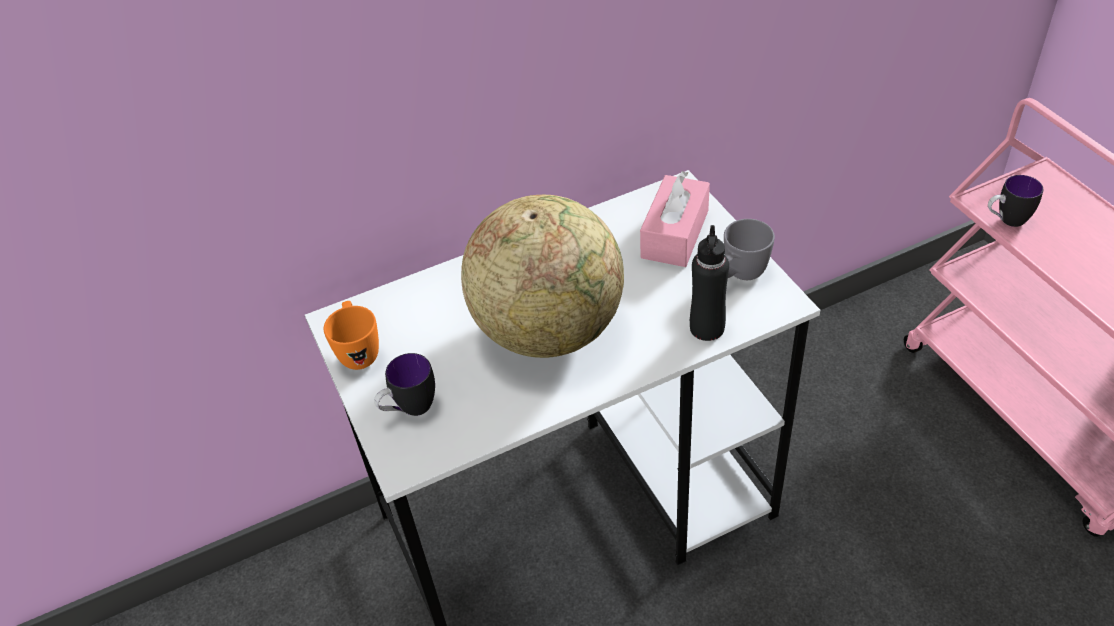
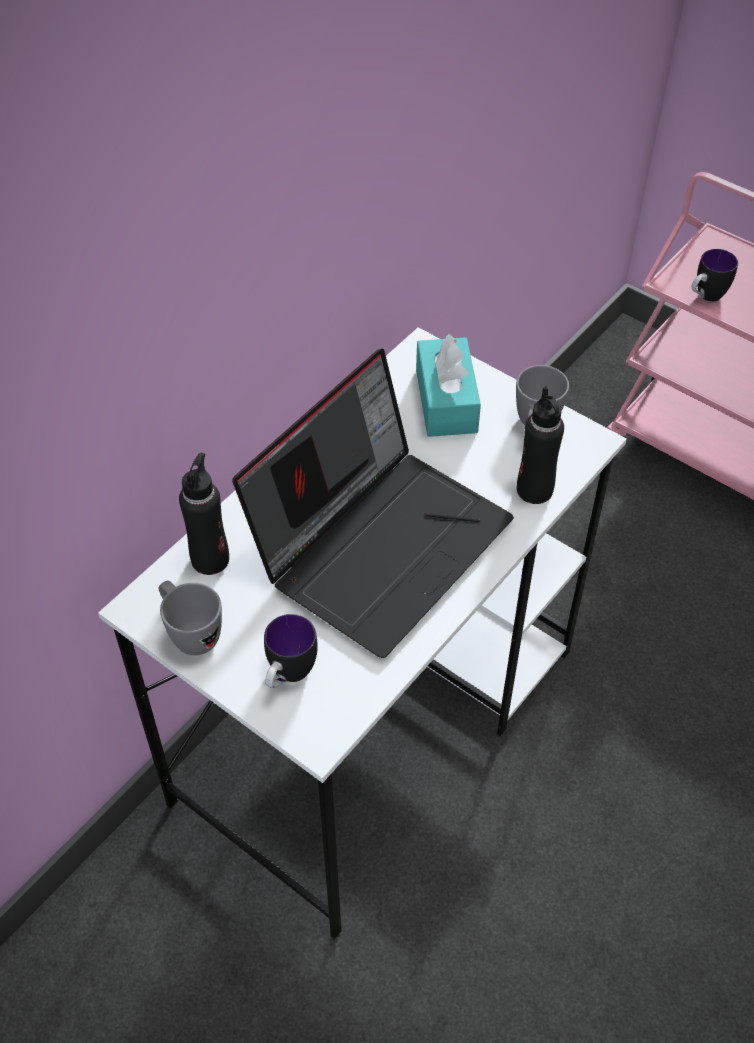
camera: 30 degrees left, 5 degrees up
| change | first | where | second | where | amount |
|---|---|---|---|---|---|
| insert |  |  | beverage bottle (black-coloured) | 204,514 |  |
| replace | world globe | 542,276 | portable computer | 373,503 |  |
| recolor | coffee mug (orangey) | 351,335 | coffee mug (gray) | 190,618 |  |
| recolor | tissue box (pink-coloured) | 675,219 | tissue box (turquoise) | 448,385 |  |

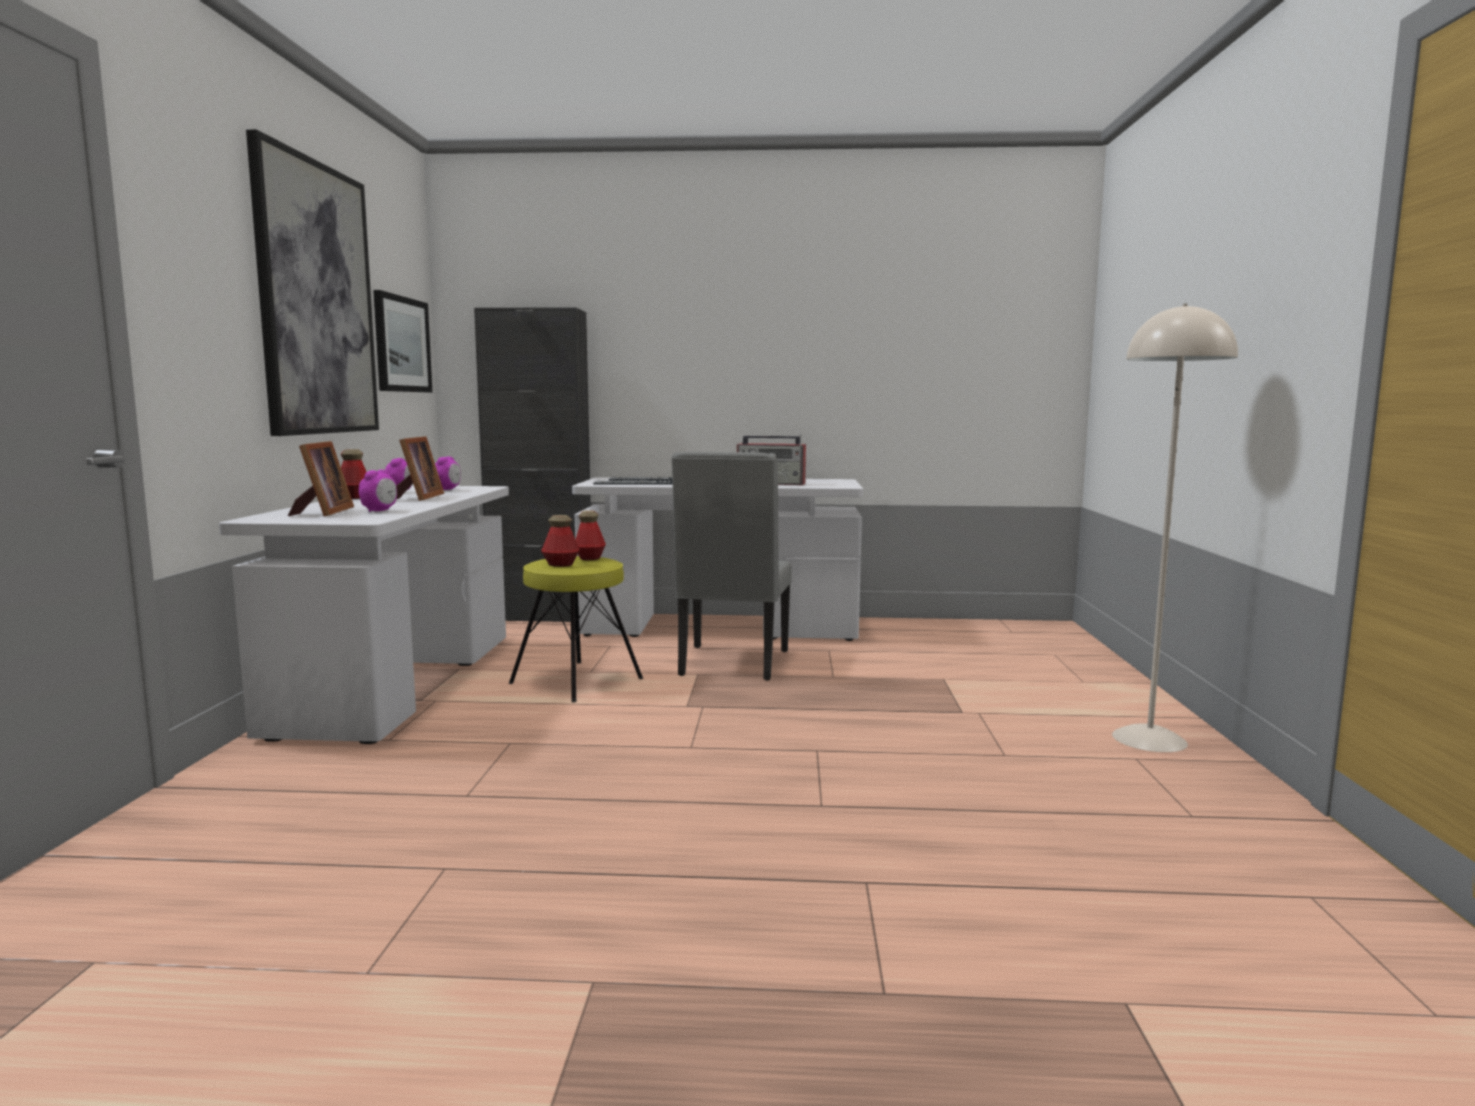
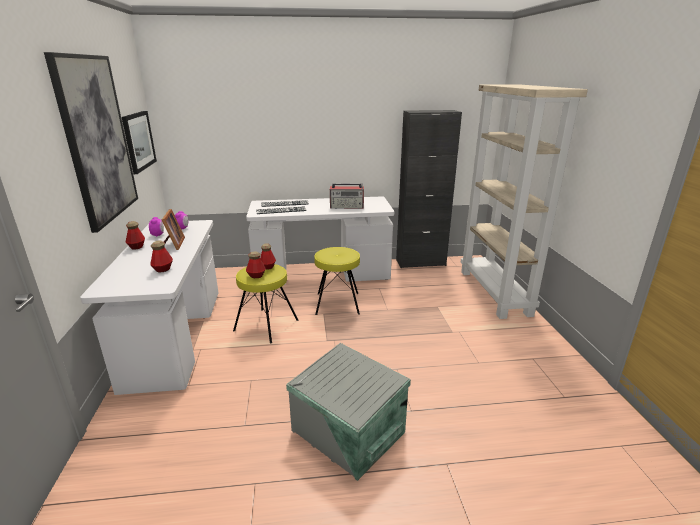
camera: 10 degrees left, 15 degrees up
| change | first | where | second | where | amount |
|---|---|---|---|---|---|
| delete | photo frame | 321,479 |  |  |  |
| delete | standard lamp (beige) | 1175,527 |  |  |  |
| insert |  |  | storage container (gray) | 348,412 |  |
| insert |  |  | shelving unit (beige) | 524,201 |  |
| move | cabinet (black-coloured) | 532,464 |  | 429,189 |  |
| replace | alarm clock | 378,491 | beverage bottle | 161,256 |  |
| replace | chair (gray) | 731,566 | stool (yellow-coloured) | 337,281 |  |

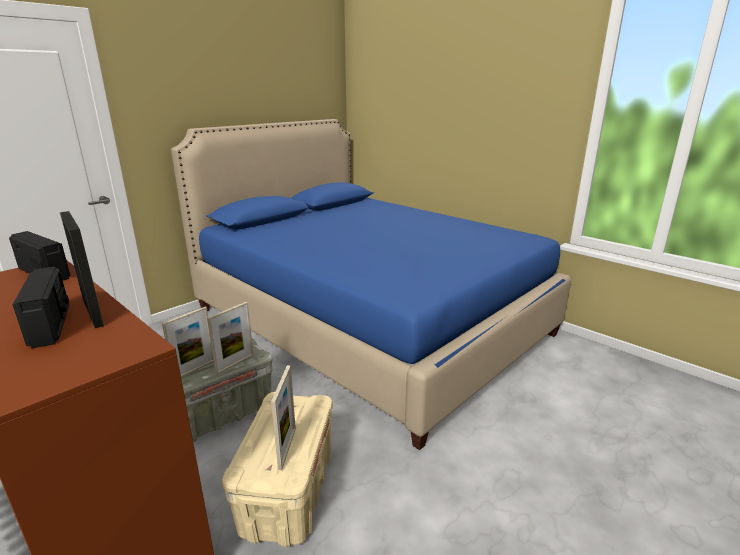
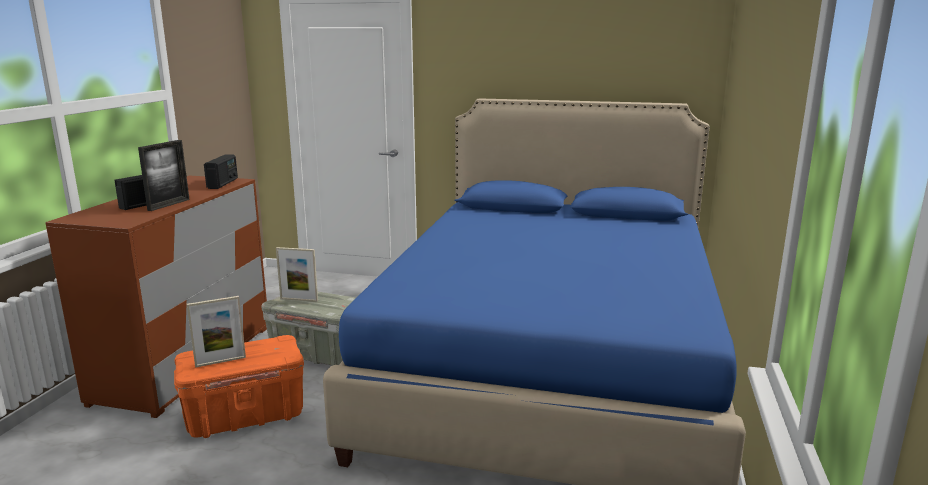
camera: 60 degrees right, 5 degrees down
| change | first | where | second | where | amount |
|---|---|---|---|---|---|
| delete | photo frame | 230,338 |  |  |  |
| recolor | storage container (beige) | 277,469 | storage container (orangey) | 239,386 |  |

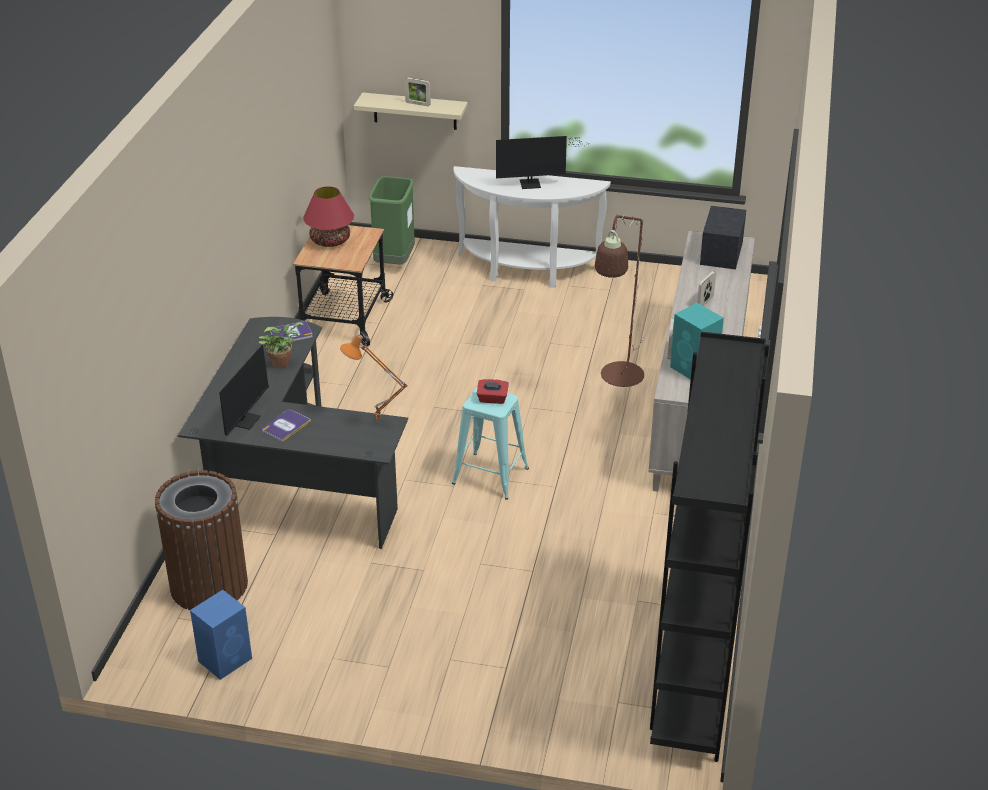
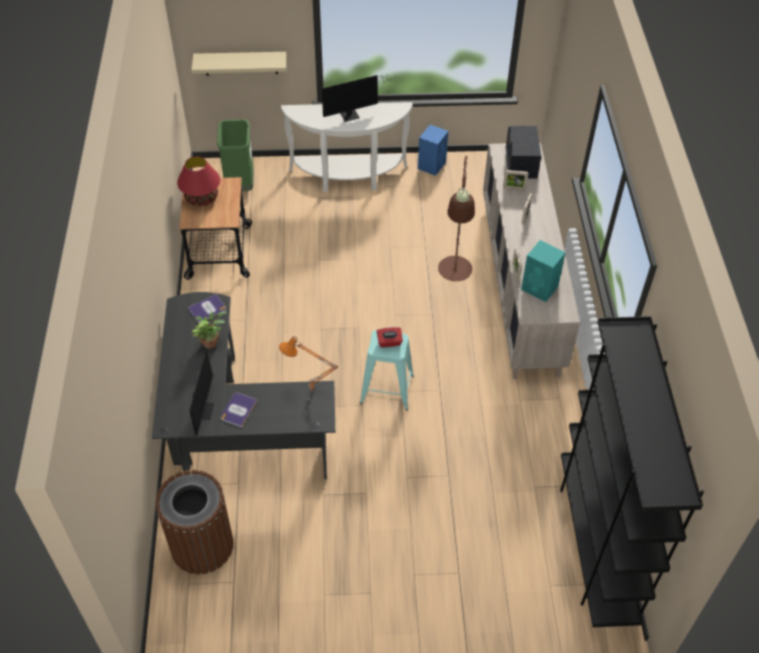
camera: 15 degrees left, 15 degrees up
| change | first | where | second | where | amount |
|---|---|---|---|---|---|
| move | speaker (blue) | 221,635 |  | 433,150 |  |
| move | photo frame | 418,91 |  | 515,180 |  |

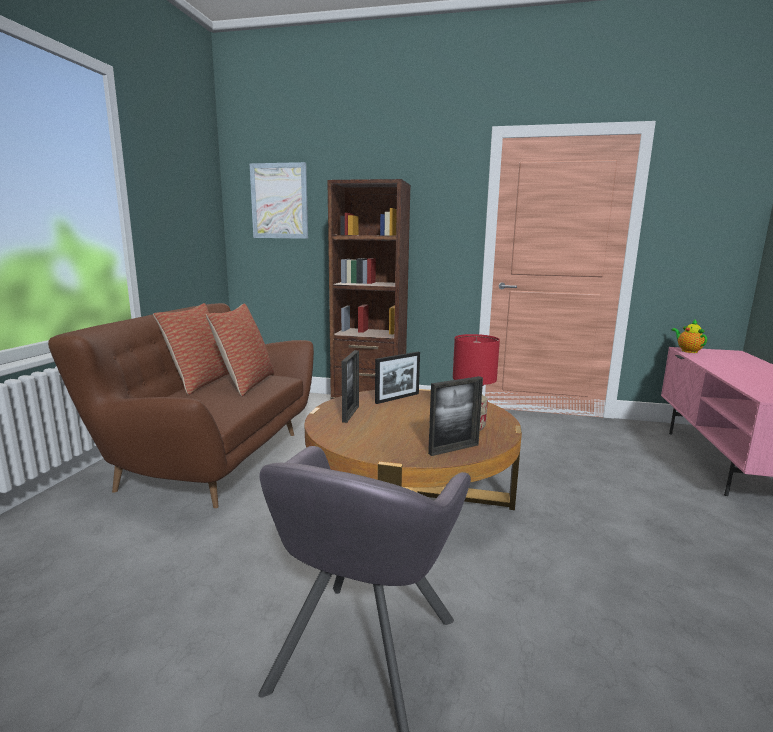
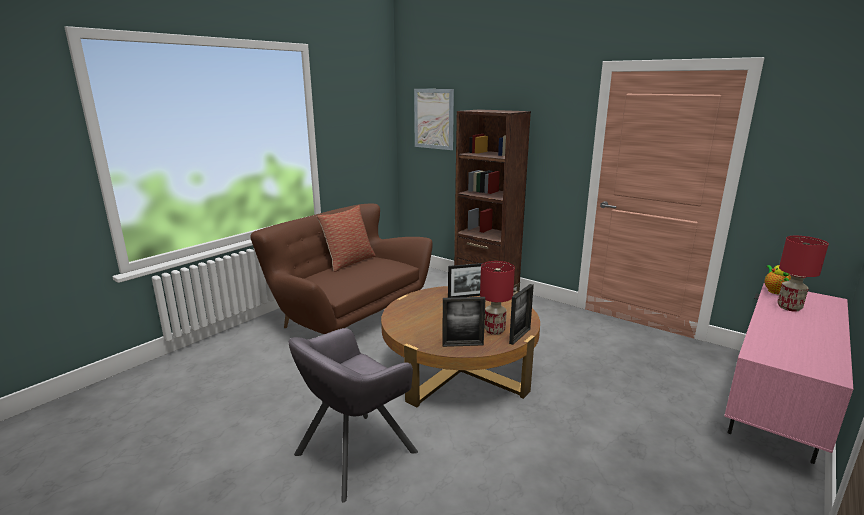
camera: 25 degrees right, 5 degrees up
| change | first | where | second | where | amount |
|---|---|---|---|---|---|
| delete | throw pillow | 240,349 |  |  |  |
| insert |  |  | tabletop lamp (reddish) | 803,274 |  |
| move | photo frame | 350,386 |  | 521,314 |  |

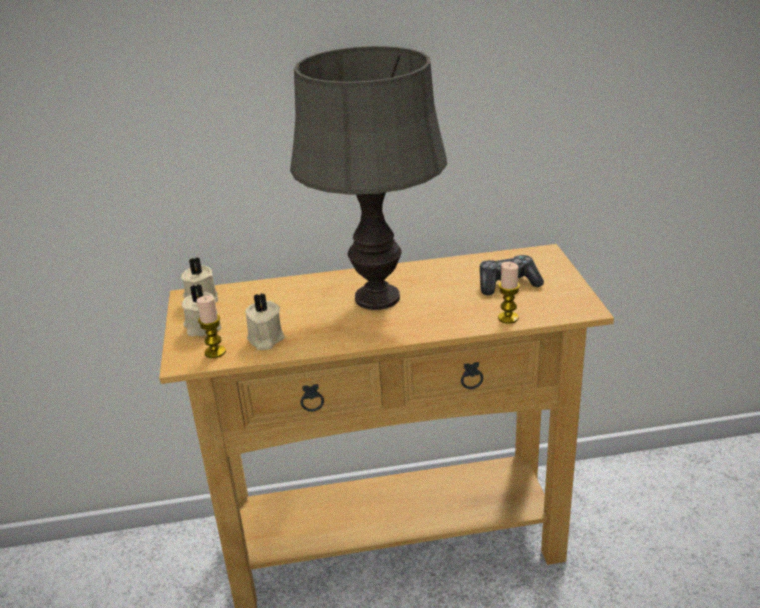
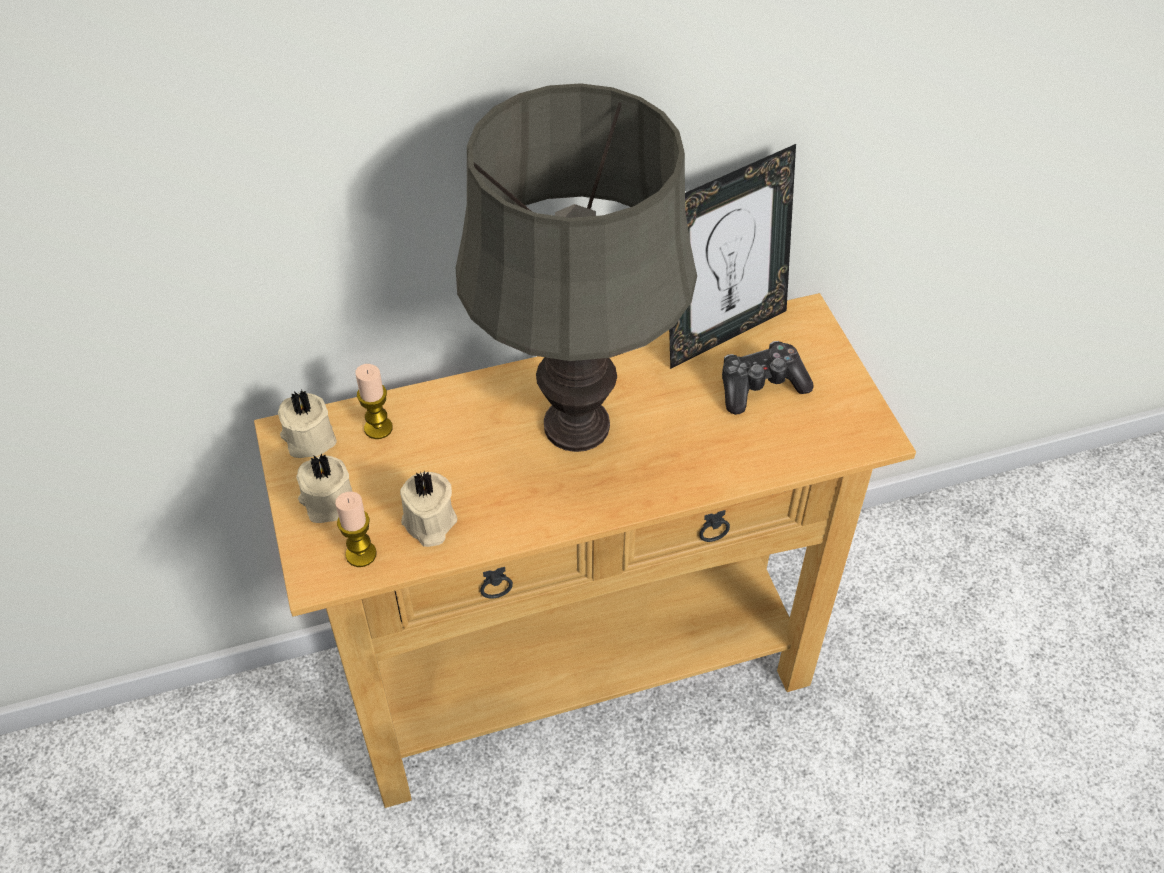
camera: 10 degrees left, 20 degrees up
| change | first | where | second | where | amount |
|---|---|---|---|---|---|
| insert |  |  | photo frame | 732,256 |  |
| move | wax light | 509,293 |  | 374,401 |  |

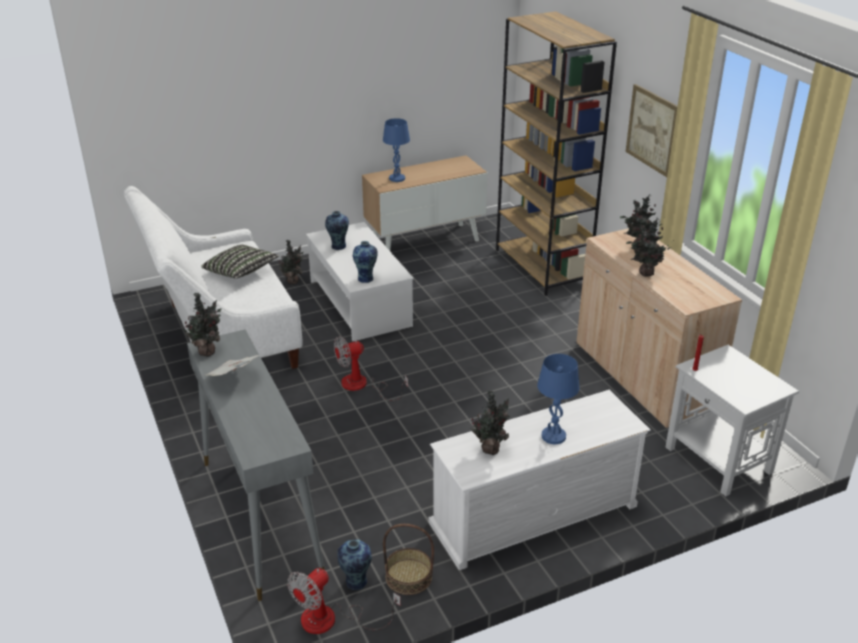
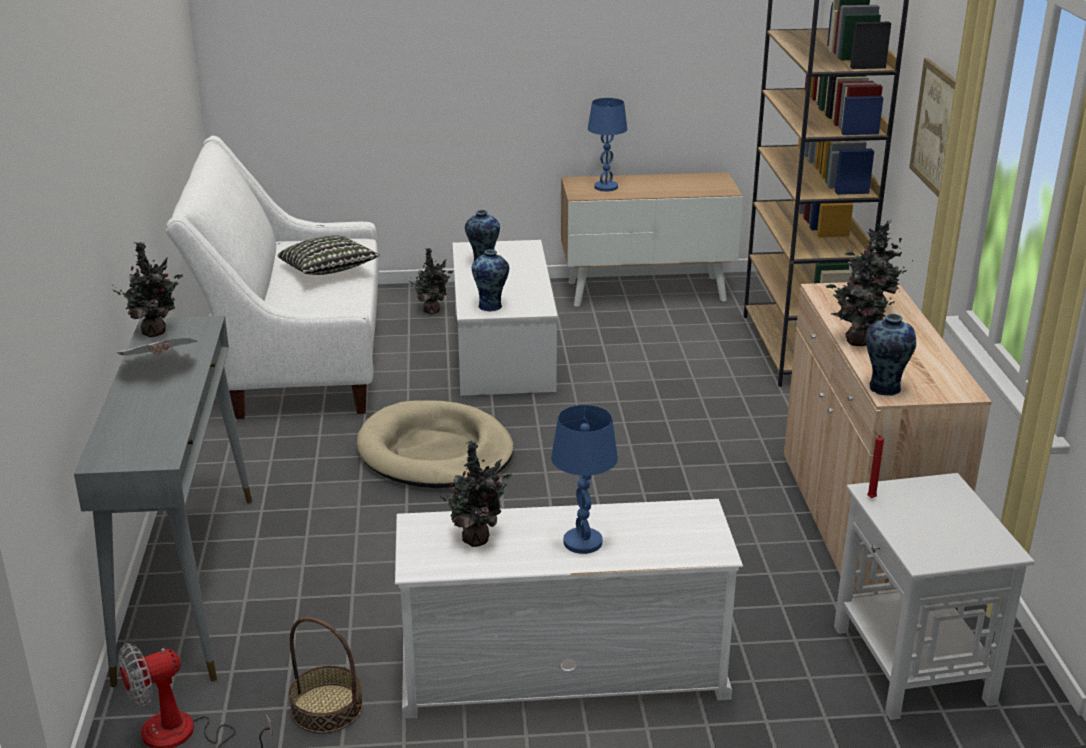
camera: 20 degrees right, 5 degrees down
| change | first | where | second | where | amount |
|---|---|---|---|---|---|
| move | vase | 354,564 |  | 891,355 |  |
| replace | cooling fan | 371,368 | dog bed (beige) | 435,444 |  |

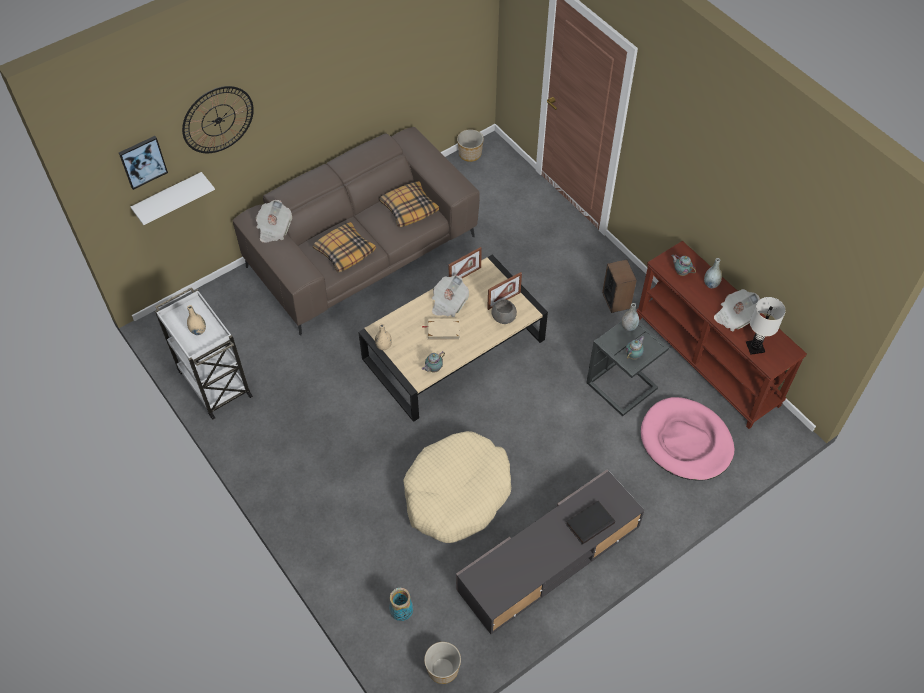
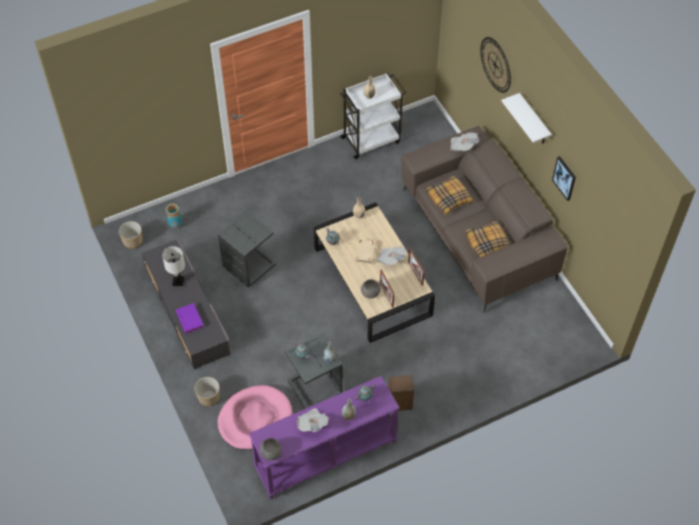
camera: 100 degrees right, 0 degrees up
| change | first | where | second | where | amount |
|---|---|---|---|---|---|
| insert |  |  | deep dish (gray) | 271,449 |  |
| move | wall picture | 143,163 |  | 564,178 |  |
| move | wall shelf (white-coloured) | 173,198 |  | 527,118 |  |
| move | planter | 470,145 |  | 207,391 |  |
| move | tabletop lamp (white-coloured) | 766,326 |  | 173,266 |  |
| replace | dog bed (beige) | 457,487 | side table (gray) | 247,249 |  |
| recolor | bound book (black-coloured) | 590,523 | bound book (purple) | 190,318 |  |
| recolor | console table (brown-coloured) | 721,335 | console table (purple) | 324,437 |  |

